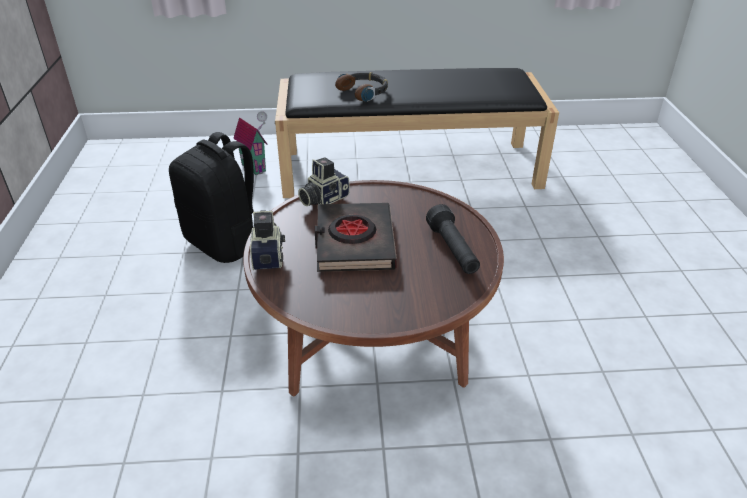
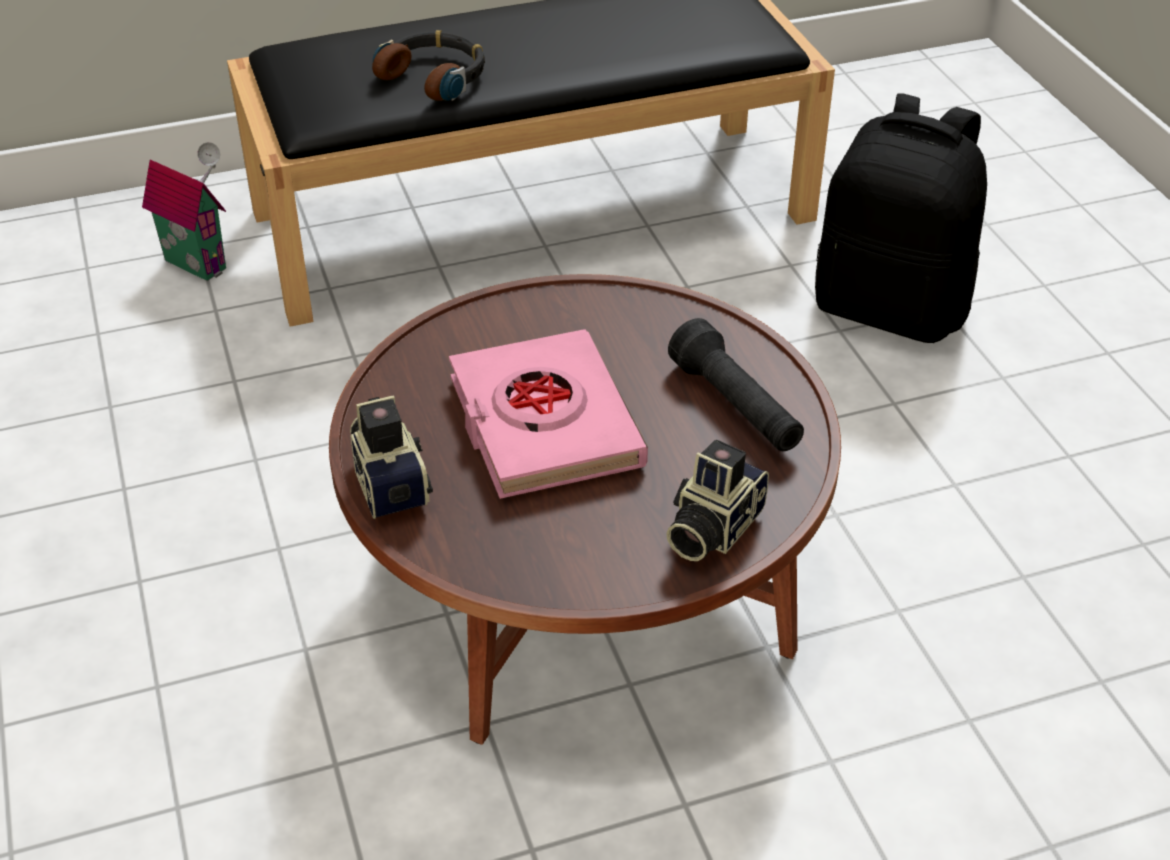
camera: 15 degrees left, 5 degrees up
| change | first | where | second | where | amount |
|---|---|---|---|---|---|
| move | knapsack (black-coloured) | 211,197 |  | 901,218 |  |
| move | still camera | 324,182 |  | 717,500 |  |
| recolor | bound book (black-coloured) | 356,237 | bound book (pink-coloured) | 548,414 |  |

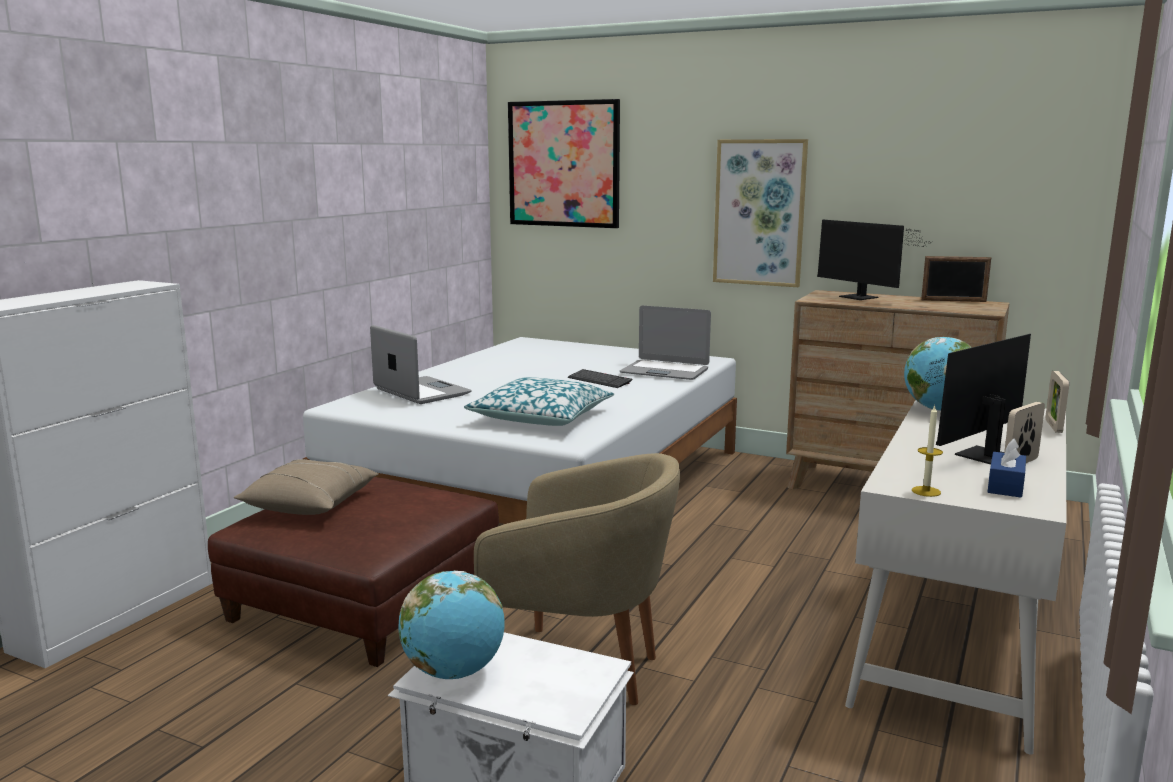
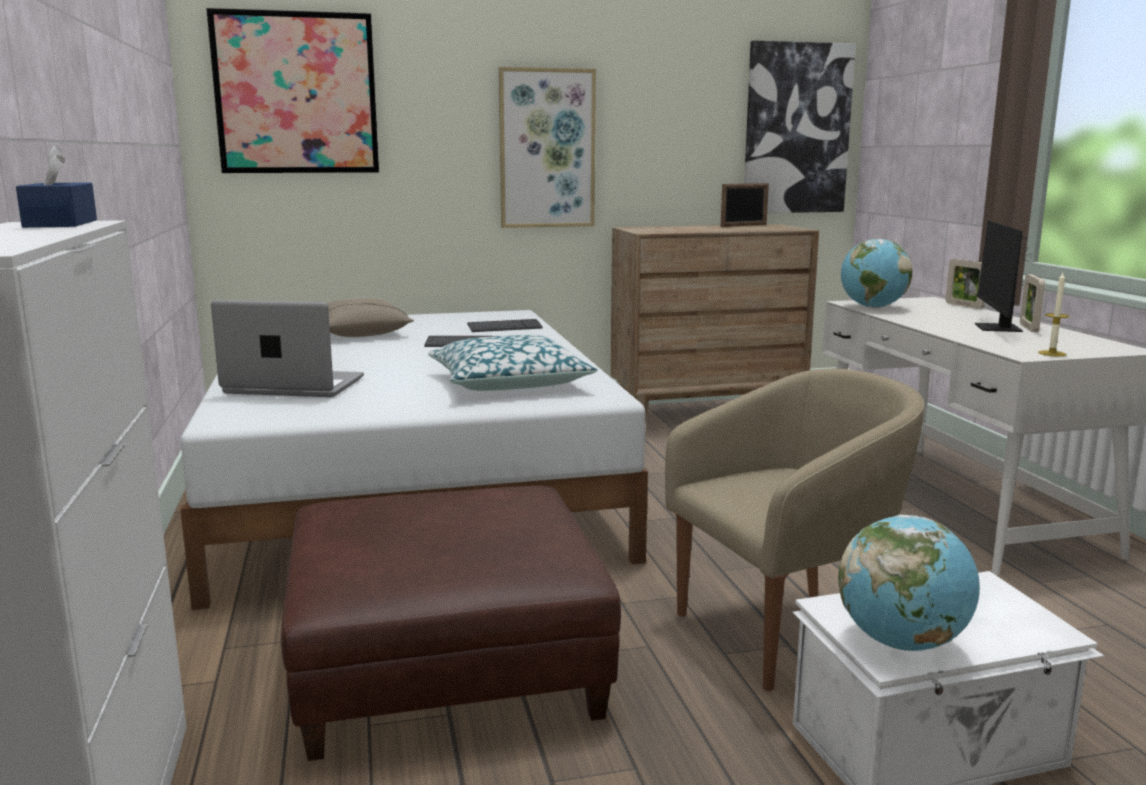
camera: 40 degrees left, 0 degrees up
| change | first | where | second | where | amount |
|---|---|---|---|---|---|
| delete | computer screen | 872,259 |  |  |  |
| insert |  |  | wall picture | 800,127 |  |
| move | throw pillow (beige) | 306,487 |  | 370,317 |  |
| move | tissue box (blue) | 1007,468 |  | 56,186 |  |
| replace | portable computer | 665,343 | computer keyboard | 505,325 |  |

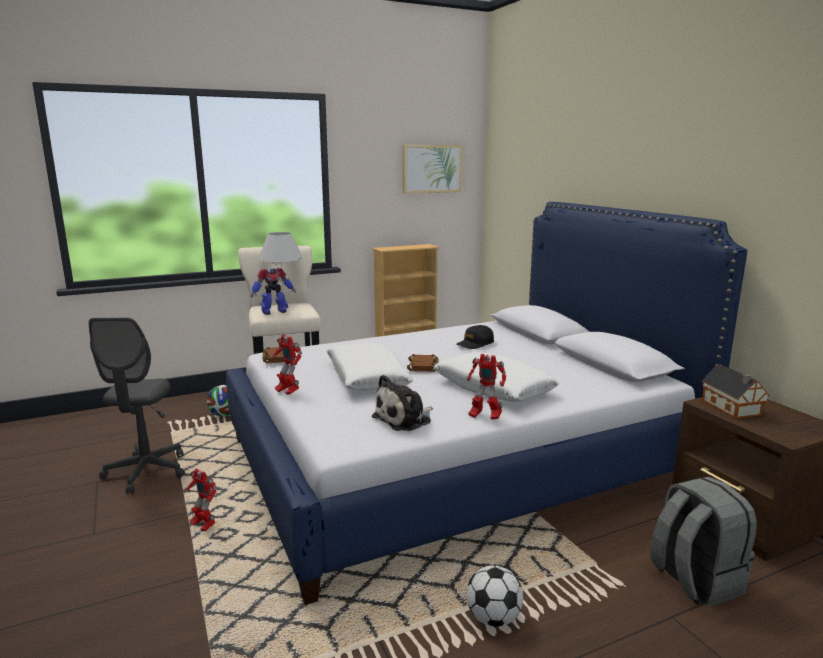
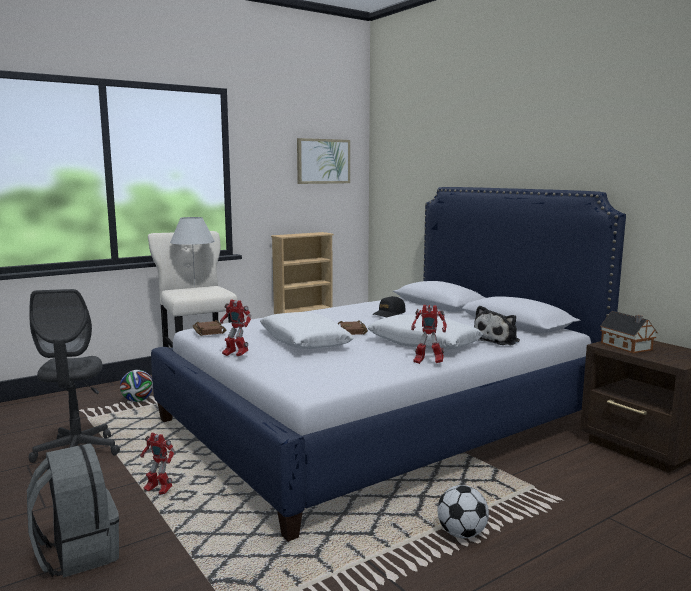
camera: 10 degrees left, 5 degrees down
| change | first | where | second | where | amount |
|---|---|---|---|---|---|
| delete | model robot | 273,291 |  |  |  |
| move | soft toy | 402,403 |  | 497,325 |  |
| move | knapsack (gray) | 703,542 |  | 73,510 |  |

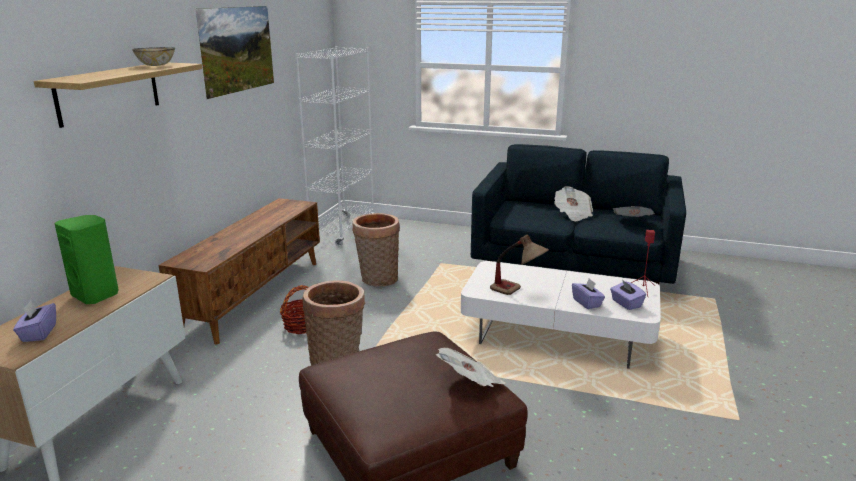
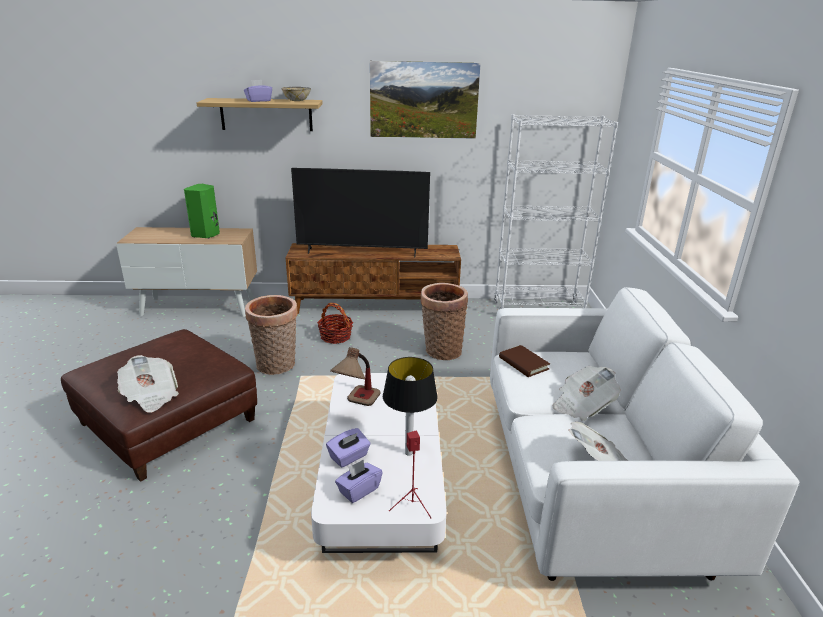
camera: 70 degrees right, 5 degrees up
| change | first | where | second | where | amount |
|---|---|---|---|---|---|
| insert |  |  | television | 360,213 |  |
| insert |  |  | tabletop lamp | 410,406 |  |
| insert |  |  | bound book (brown-coloured) | 524,361 |  |
| move | tissue box (purple) | 34,321 |  | 258,91 |  |
| recolor | sofa (blue) | 578,214 | sofa (white-coloured) | 644,434 |  |

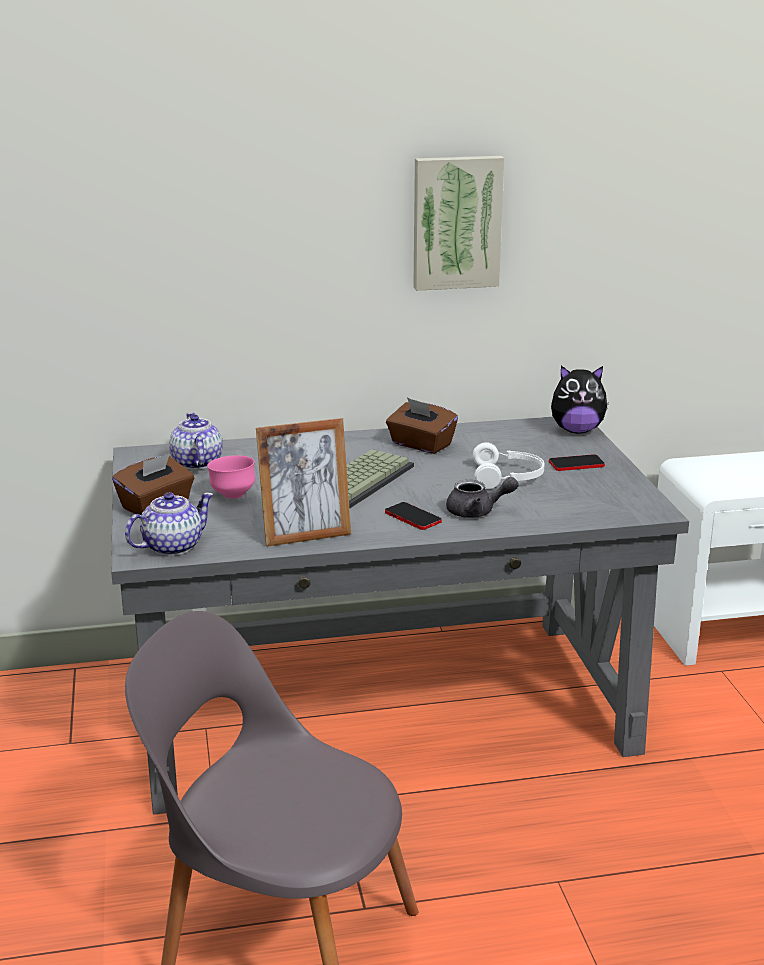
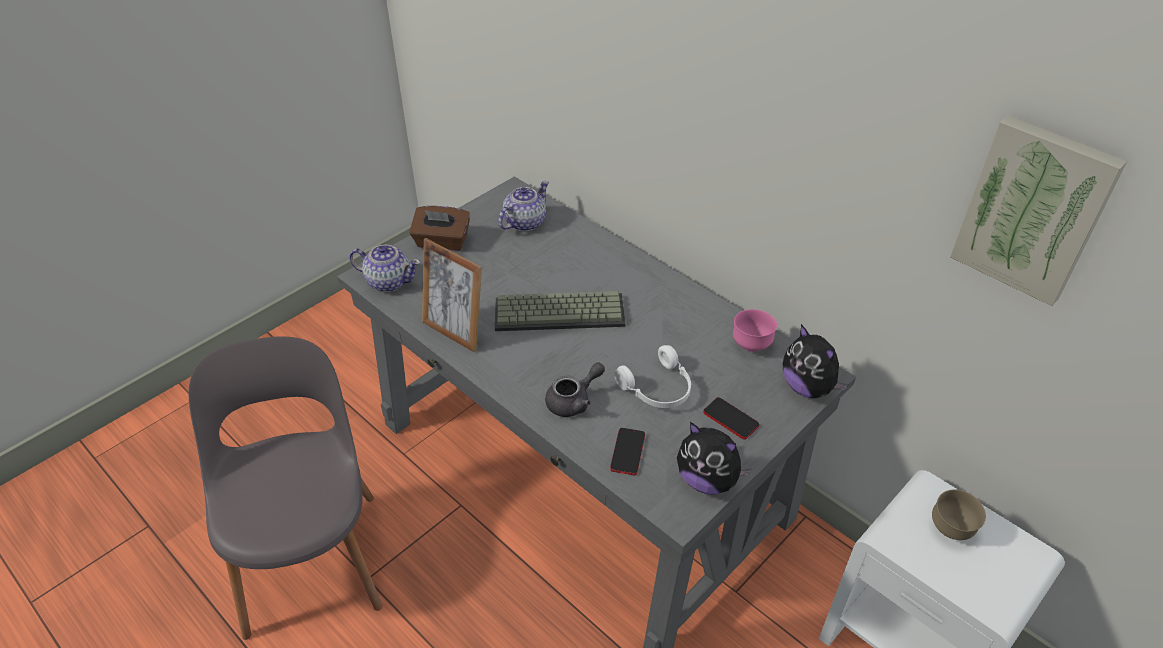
camera: 55 degrees right, 20 degrees up
| change | first | where | second | where | amount |
|---|---|---|---|---|---|
| delete | tissue box (brown-coloured) | 422,426 |  |  |  |
| insert |  |  | soft toy | 714,458 |  |
| insert |  |  | deep dish (brown-coloured) | 959,514 |  |
| move | deep dish (pink-coloured) | 231,477 |  | 755,330 |  |
| move | telephone | 413,516 |  | 627,451 |  |
| move | wall picture | 458,223 |  | 1038,210 |  |
| rotate | tea pot (gray) | 482,497 |  | 575,389 | 90 degrees counterclockwise |

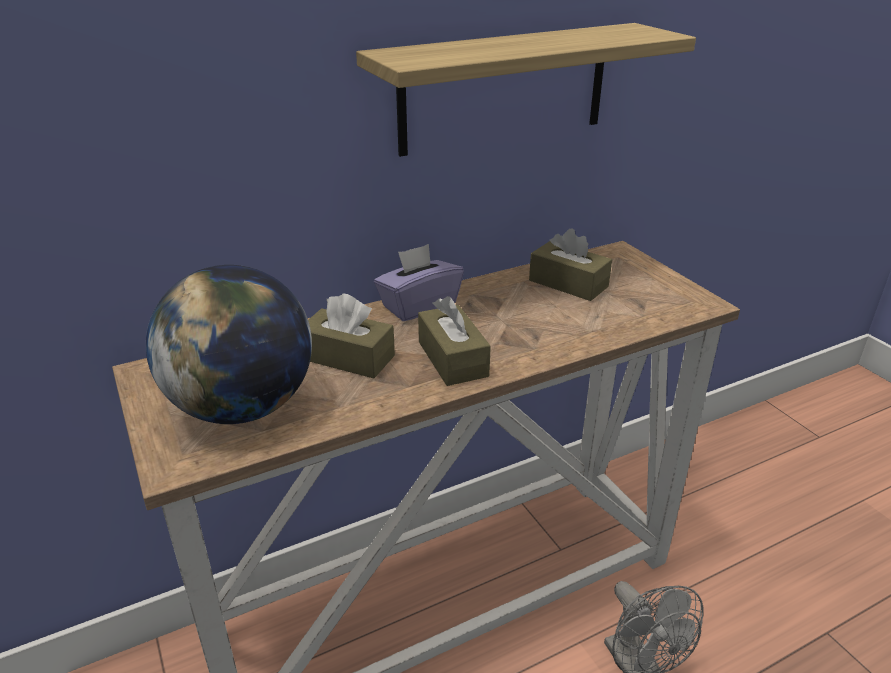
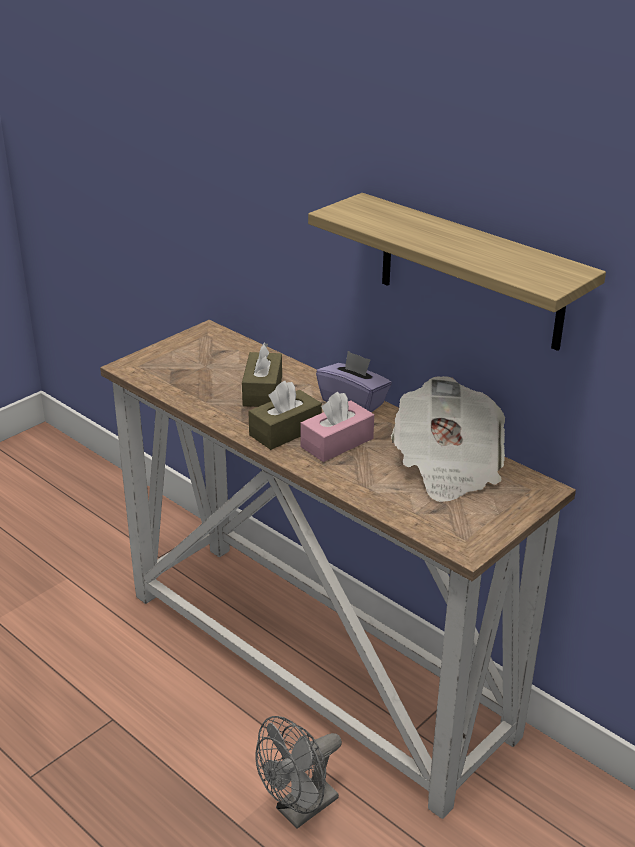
camera: 70 degrees right, 0 degrees up
| change | first | where | second | where | amount |
|---|---|---|---|---|---|
| delete | world globe | 229,344 |  |  |  |
| insert |  |  | tissue box (pink-coloured) | 337,427 |  |
| replace | tissue box (brown-coloured) | 570,265 | printed paper | 448,439 |  |

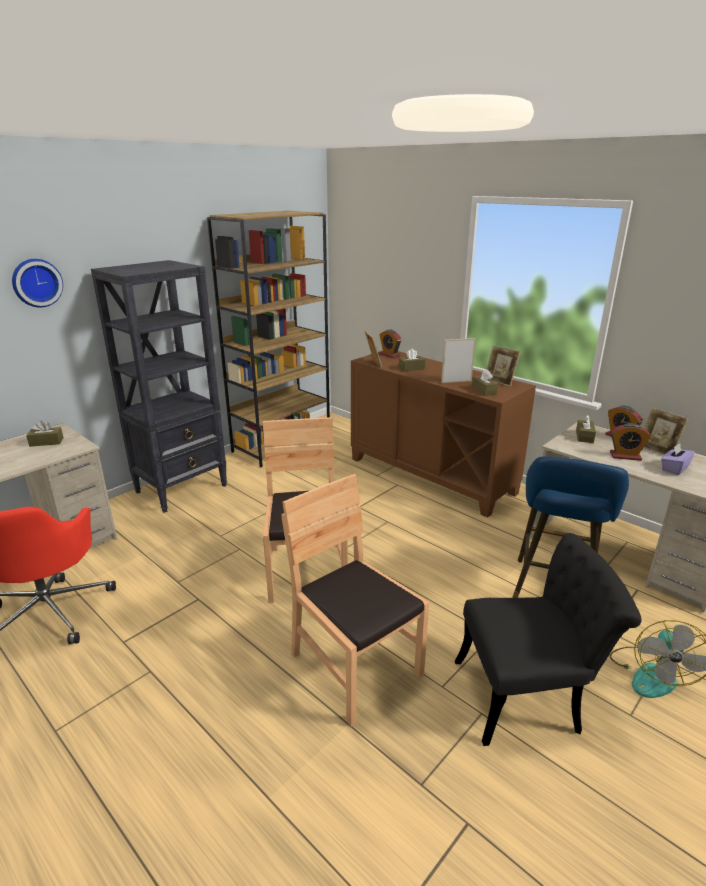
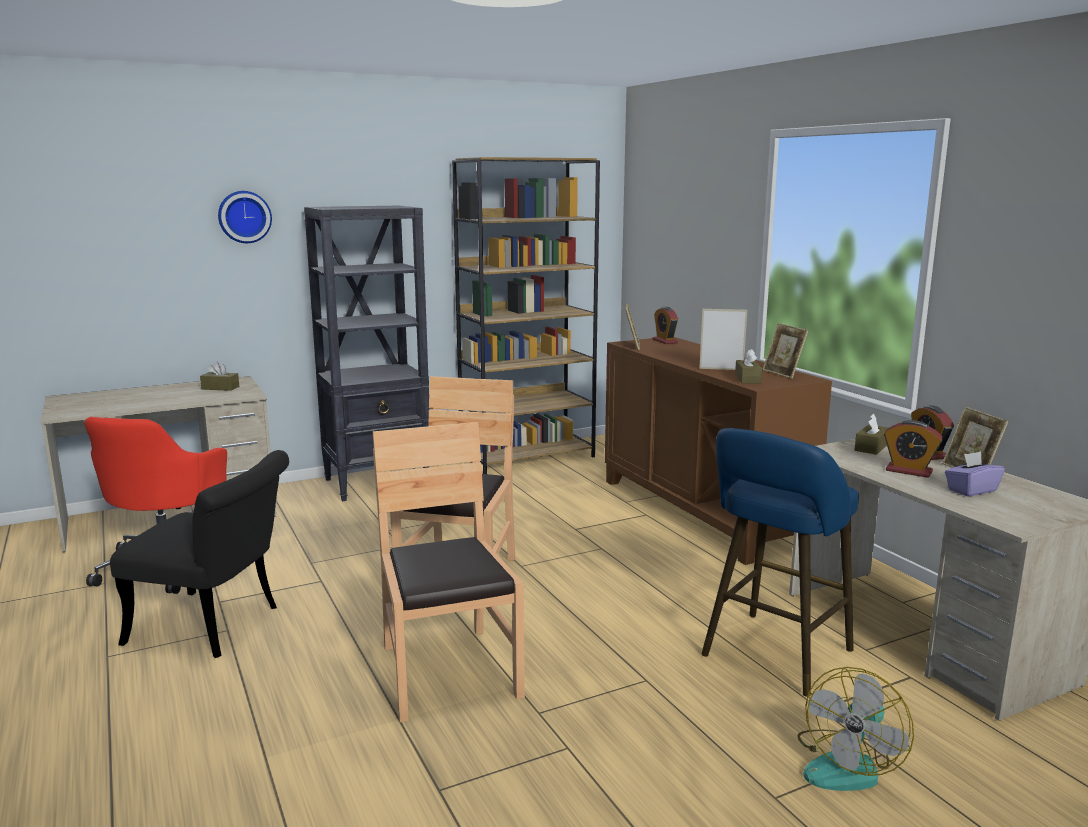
camera: 20 degrees right, 10 degrees down
| change | first | where | second | where | amount |
|---|---|---|---|---|---|
| delete | tissue box (brown-coloured) | 412,360 |  |  |  |
| move | chair (black-coloured) | 548,639 |  | 199,554 |  |

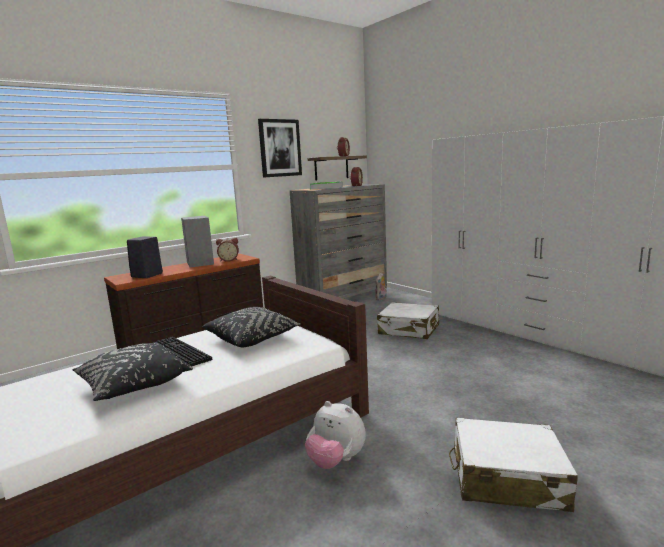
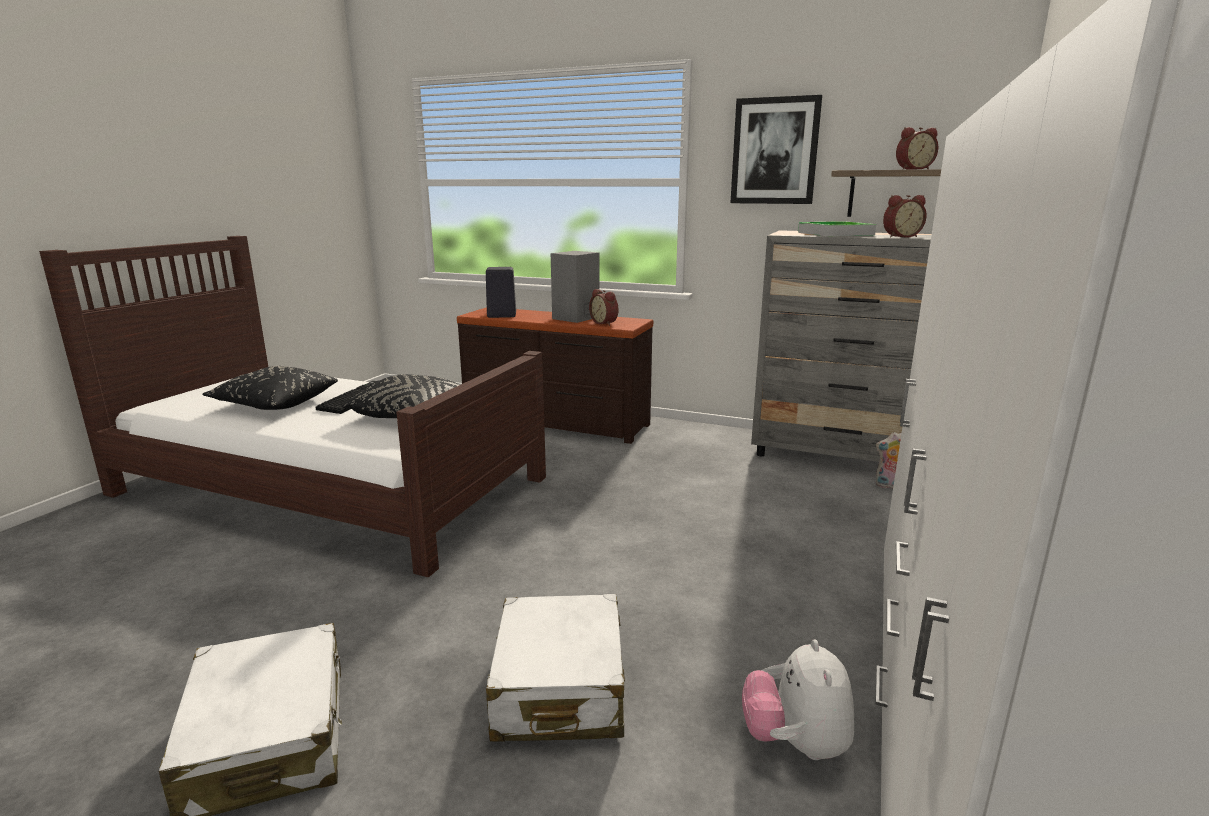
camera: 60 degrees right, 5 degrees up
| change | first | where | second | where | amount |
|---|---|---|---|---|---|
| move | soft toy | 335,435 |  | 798,699 |  |
| move | travel case (white-coloured) | 408,320 |  | 555,668 |  |

